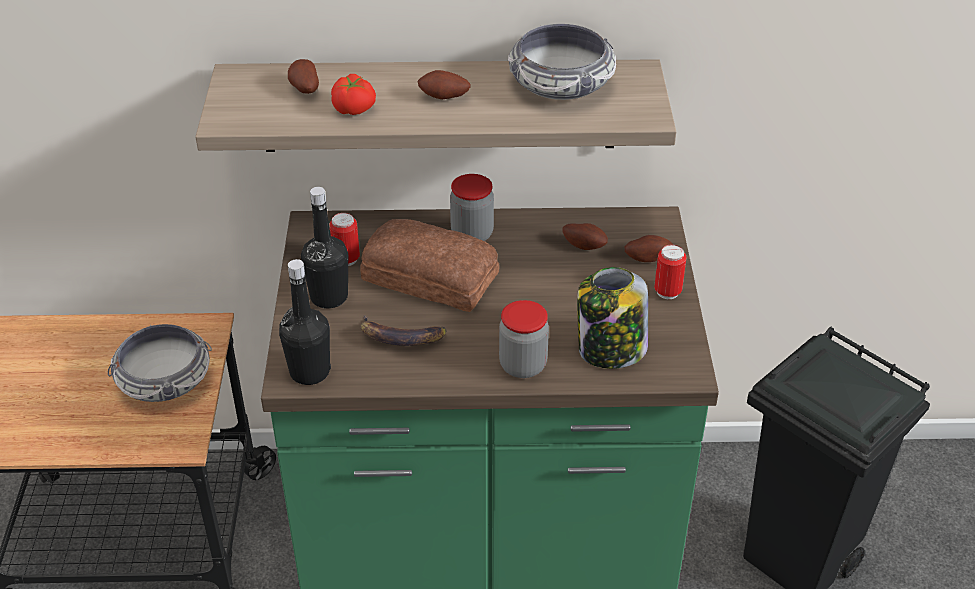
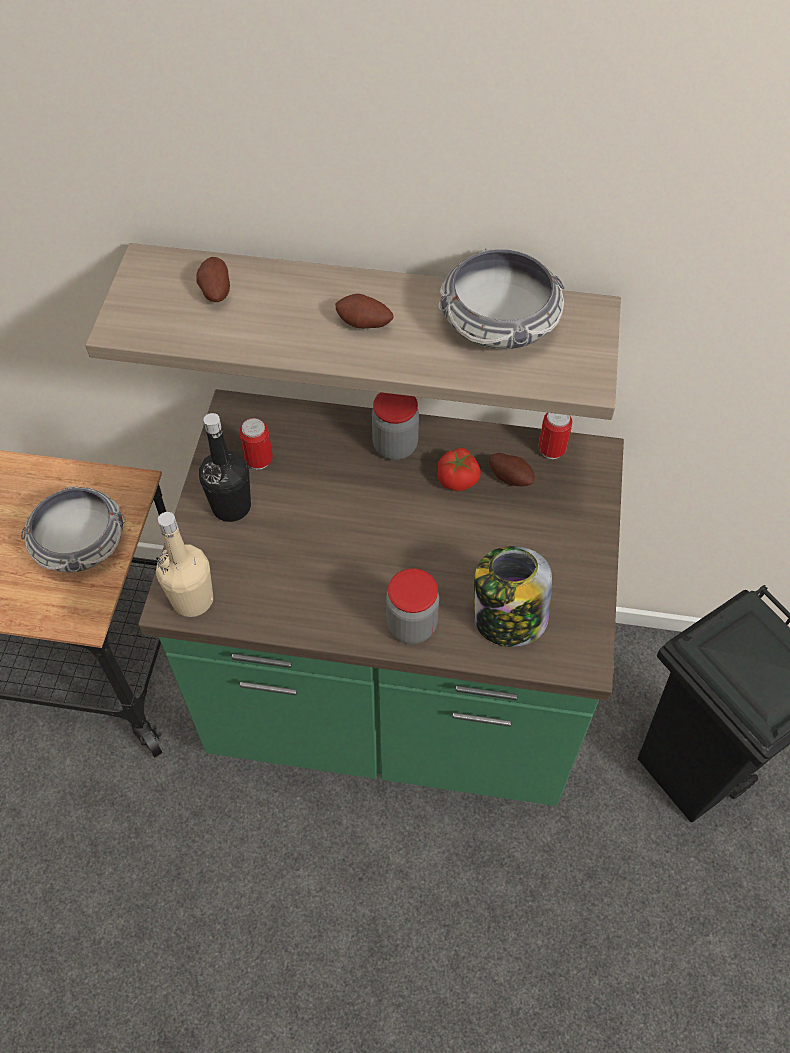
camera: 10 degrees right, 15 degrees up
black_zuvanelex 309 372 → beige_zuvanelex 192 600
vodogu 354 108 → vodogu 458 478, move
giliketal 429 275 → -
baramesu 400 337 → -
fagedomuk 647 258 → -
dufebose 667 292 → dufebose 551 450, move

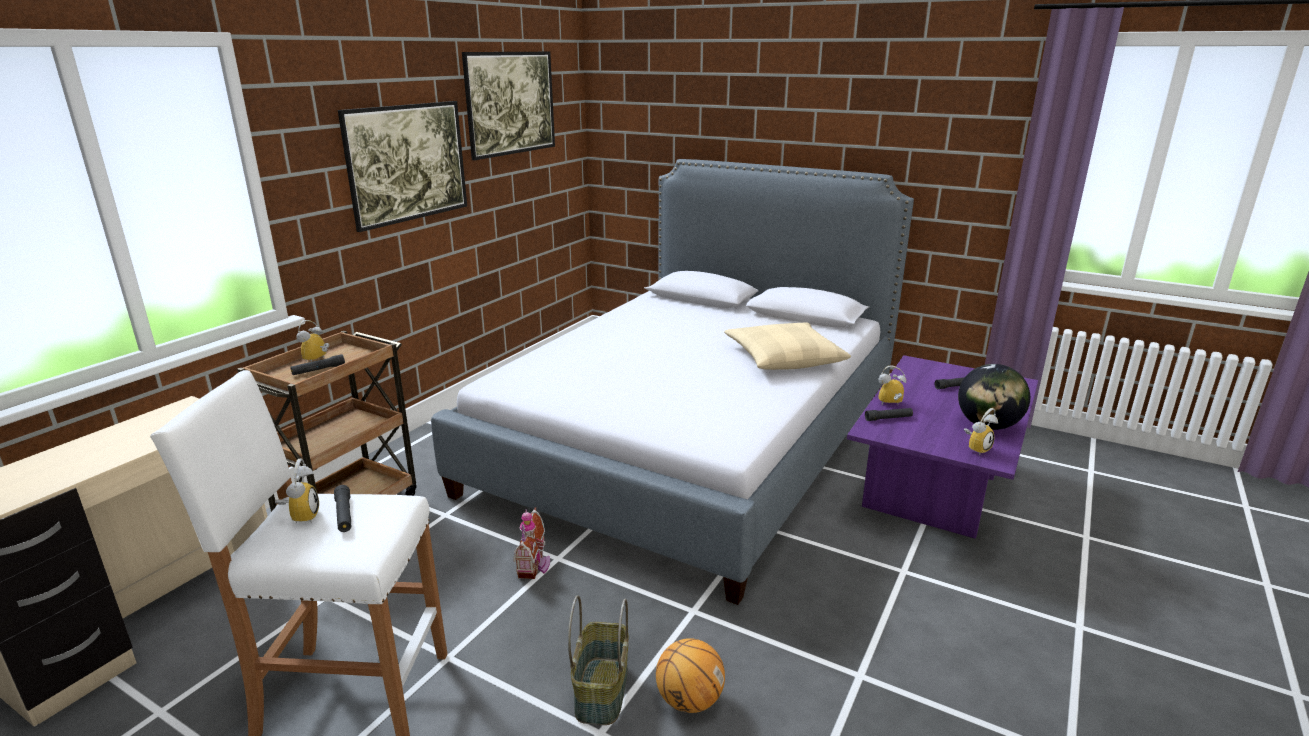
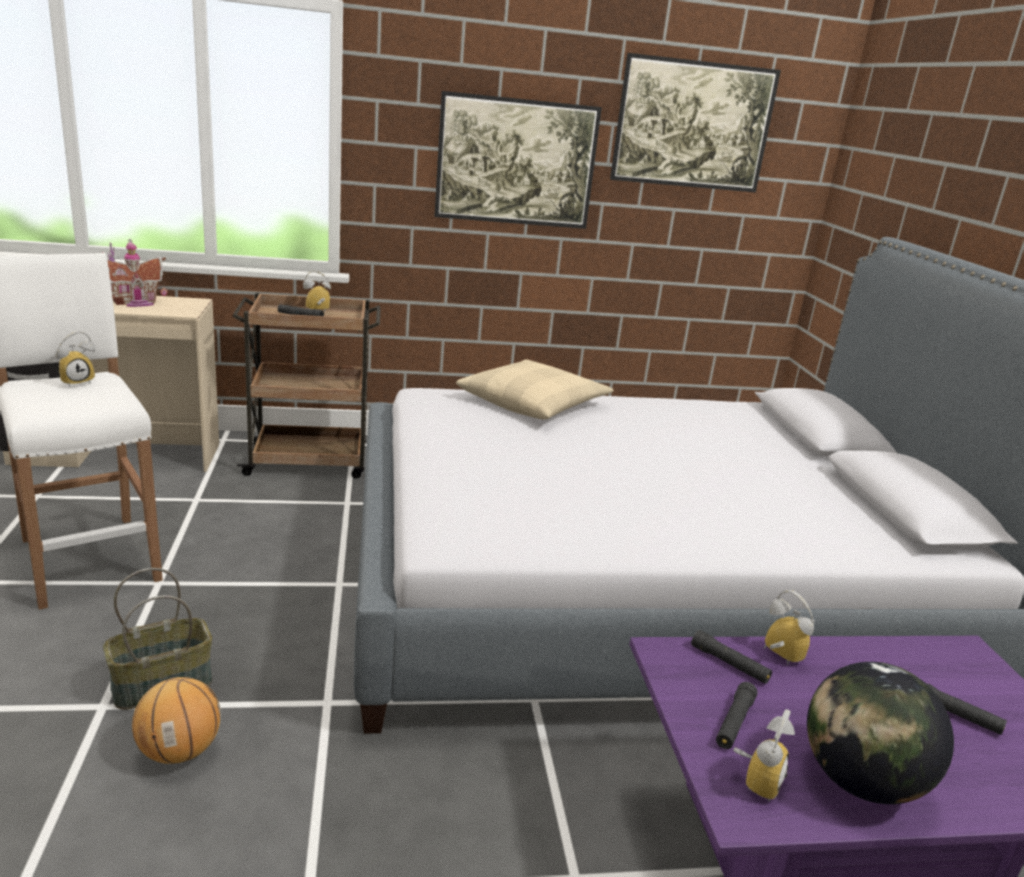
camera: 50 degrees right, 0 degrees up
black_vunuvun 344 514 → black_vunuvun 734 722, move
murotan 535 566 → murotan 136 303, move
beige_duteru 784 357 → beige_duteru 533 403, move
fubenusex 976 448 → fubenusex 755 780, 75 degrees counterclockwise

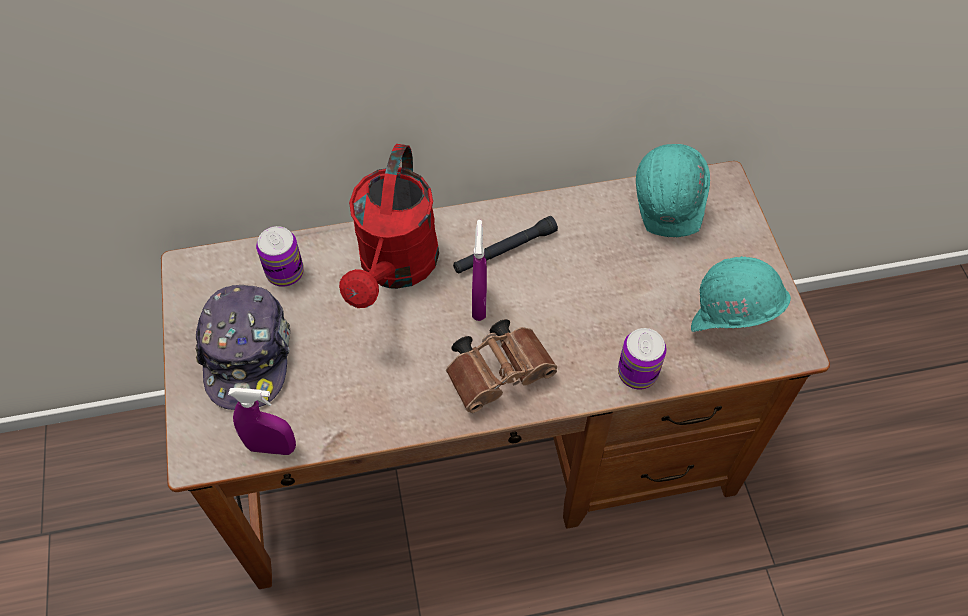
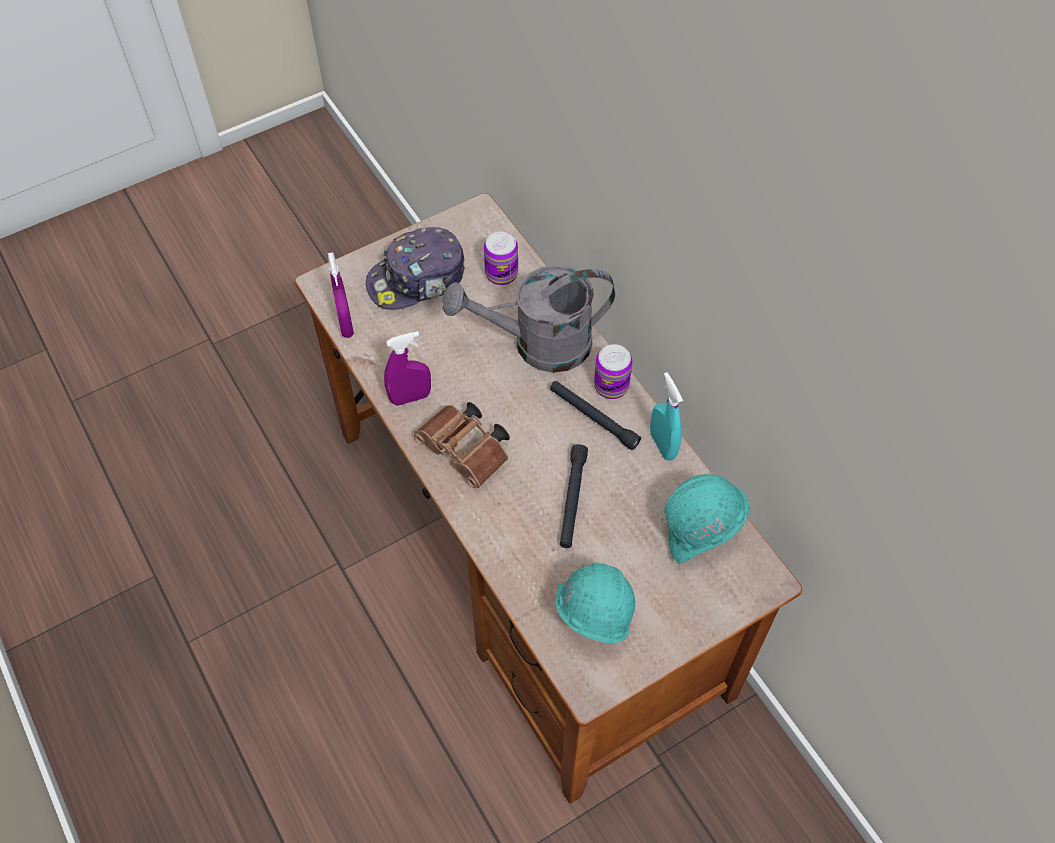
camera: 70 degrees right, 0 degrees up
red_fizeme 395 268 → grey_fizeme 538 345
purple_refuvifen 479 303 → purple_refuvifen 410 397, move
dufebose 637 373 → dufebose 611 386, move
- → black_vunuvun 572 500
- → turquoise_refuvifen 662 445

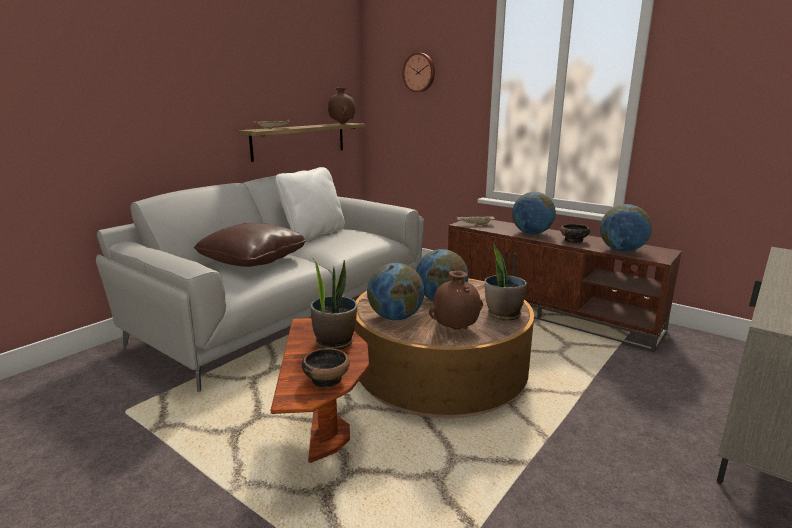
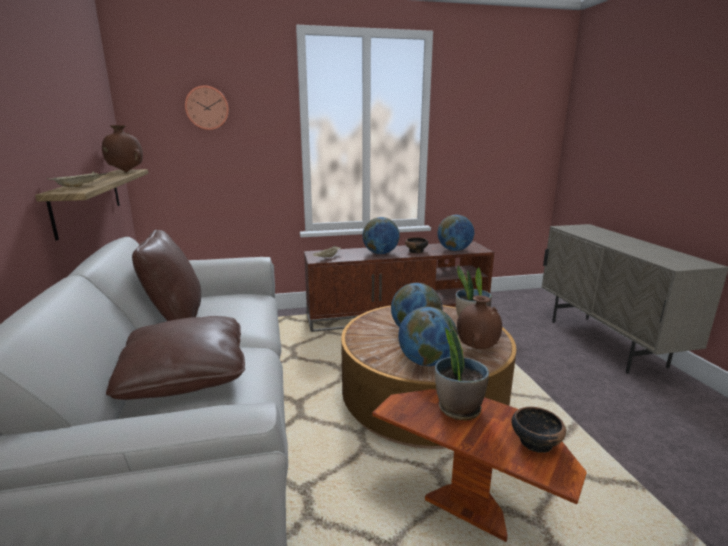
camera: 50 degrees left, 0 degrees up
white_duteru 313 234 → brown_duteru 176 317

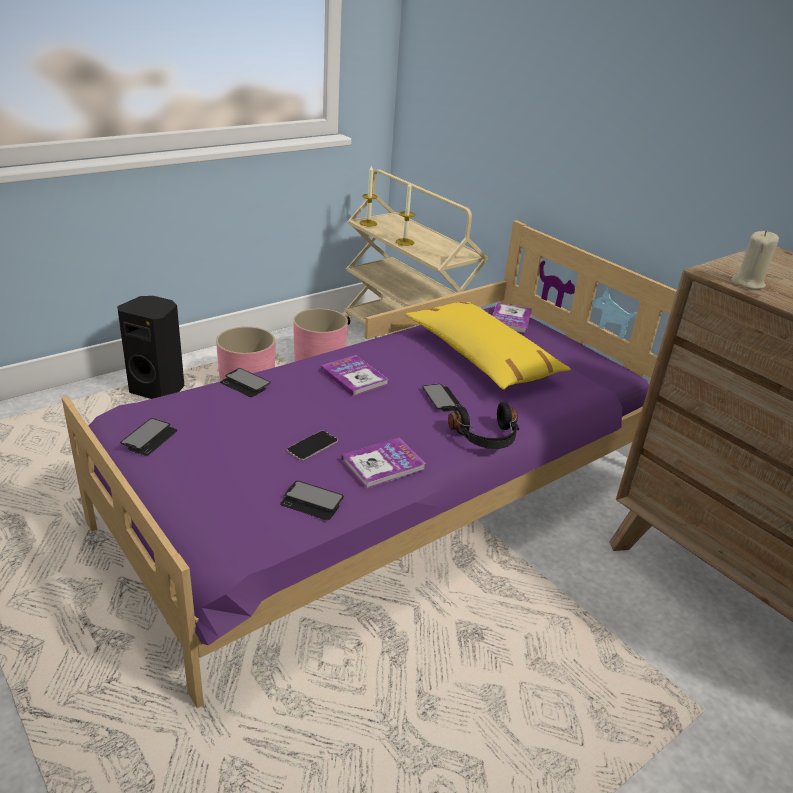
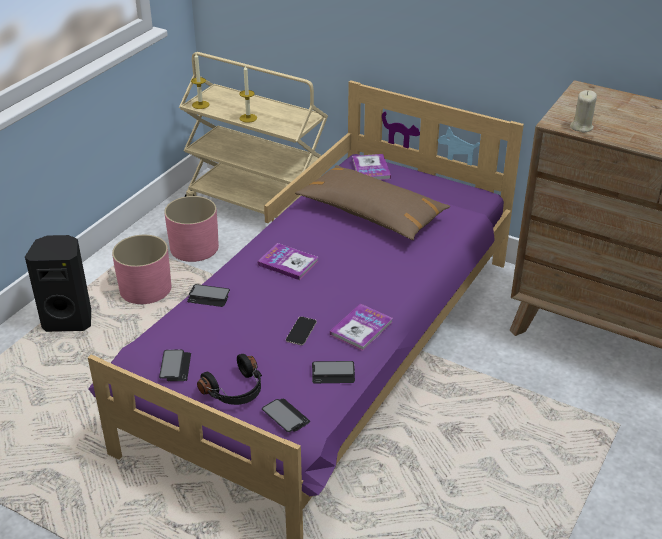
camera: 20 degrees left, 5 degrees up
yellow_duteru 481 357 → brown_duteru 371 213
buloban 442 399 → buloban 285 416, move
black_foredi 486 438 → black_foredi 236 391, move

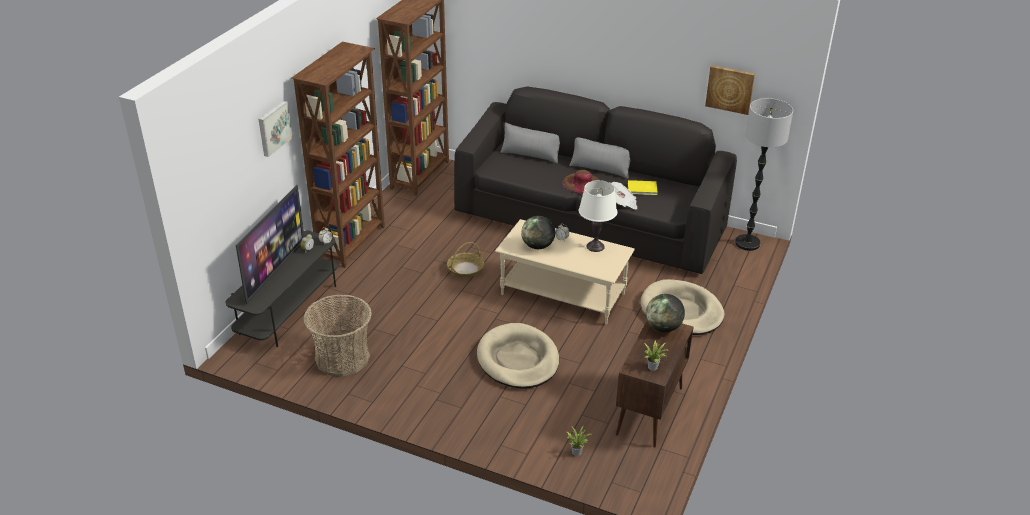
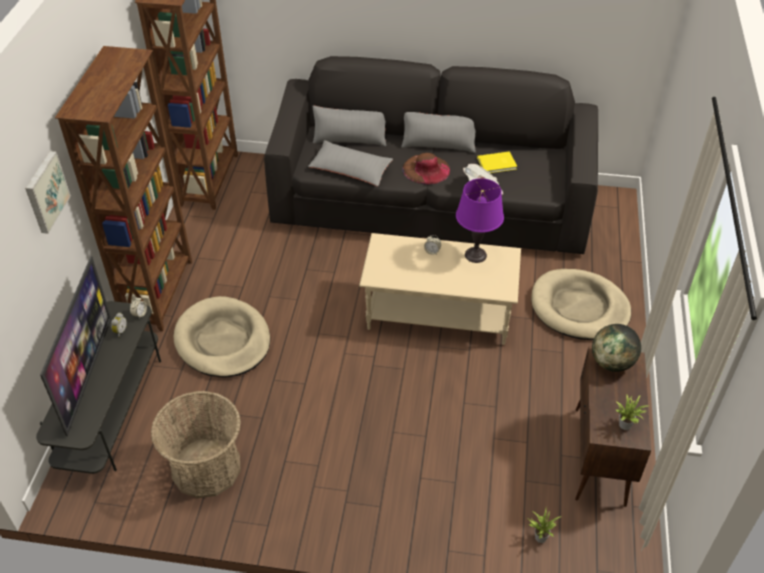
camera: 15 degrees left, 10 degrees up
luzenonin 465 269 → -
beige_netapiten 518 360 → beige_netapiten 223 340, move
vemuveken 537 246 → -
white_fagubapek 595 246 → purple_fagubapek 475 255
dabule 730 89 → -
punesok 747 243 → -
- → grey_duteru 350 170

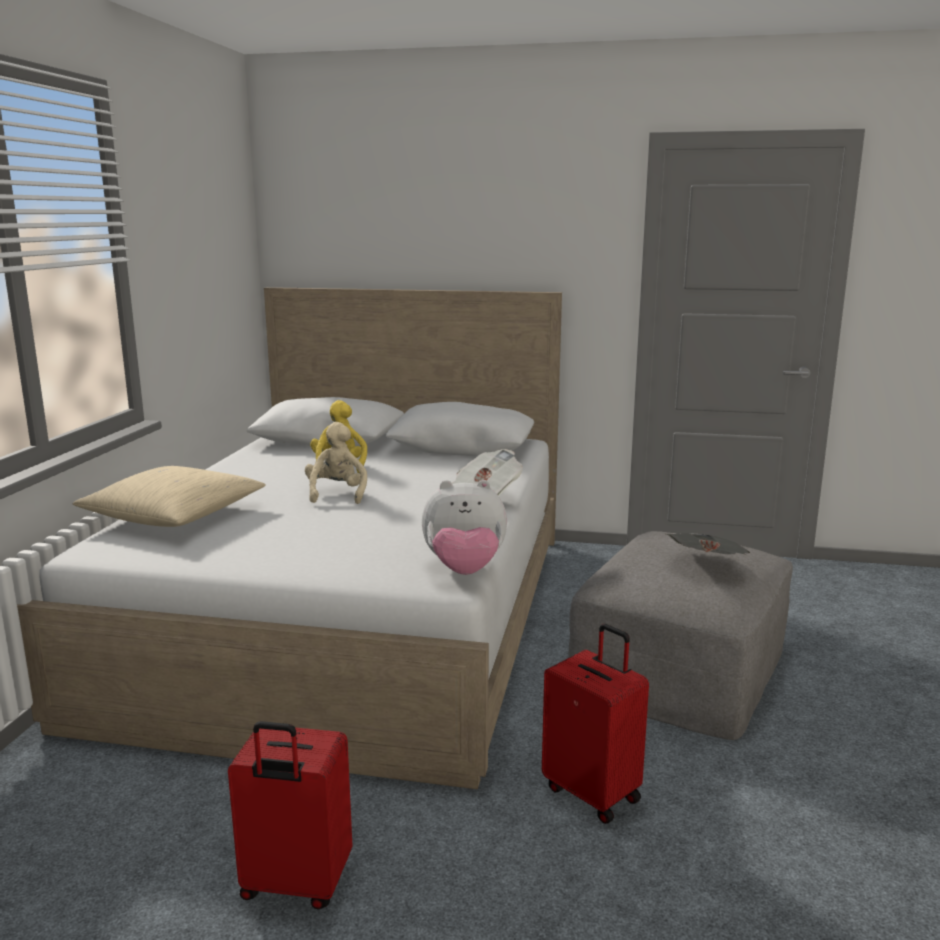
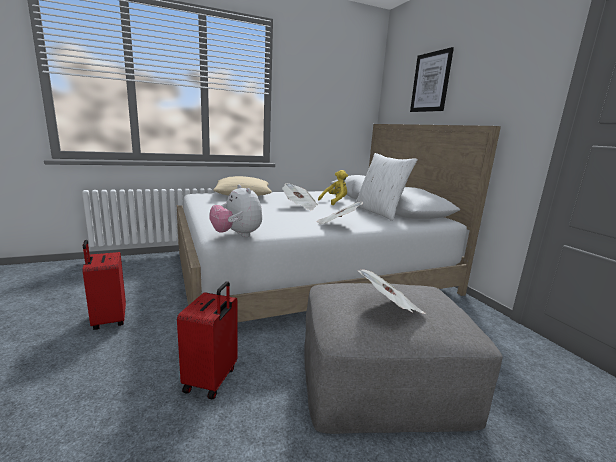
camera: 55 degrees right, 0 degrees up
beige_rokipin 337 494 → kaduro 300 206
- → white_duteru 379 212
- → dabule 431 82

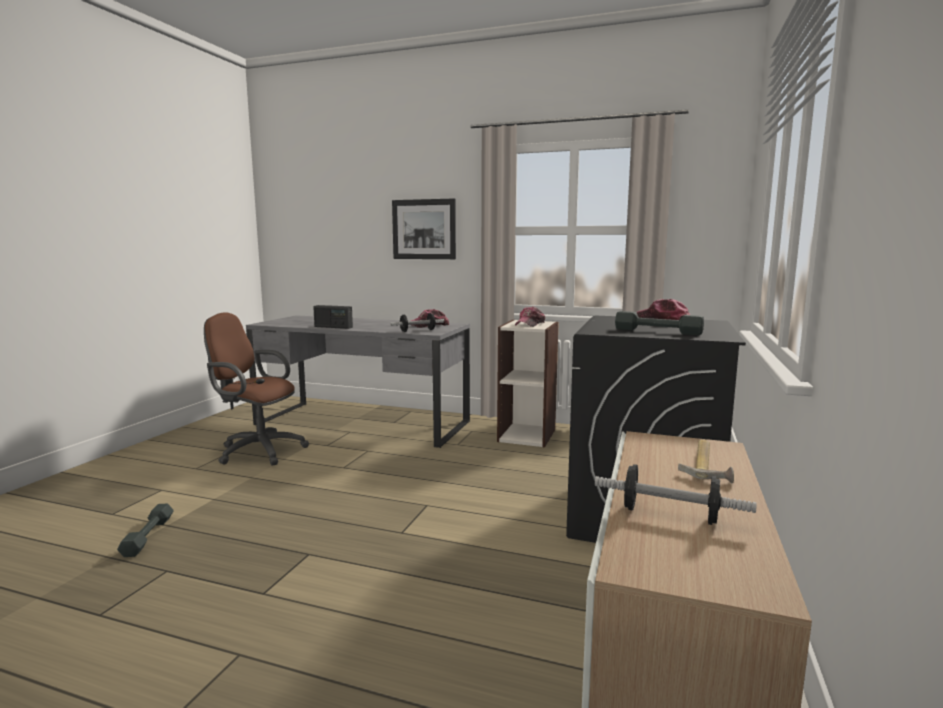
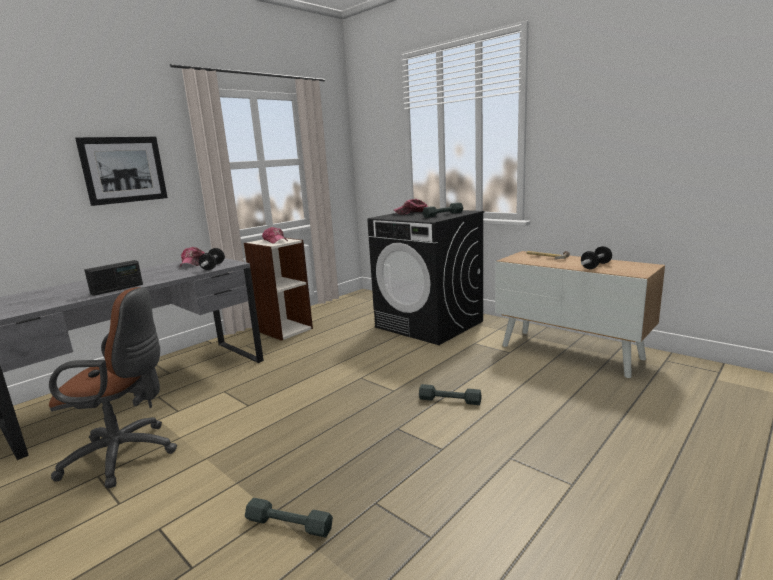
camera: 65 degrees left, 5 degrees up
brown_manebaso 257 451 → brown_manebaso 127 455, 135 degrees counterclockwise
- → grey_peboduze 450 400

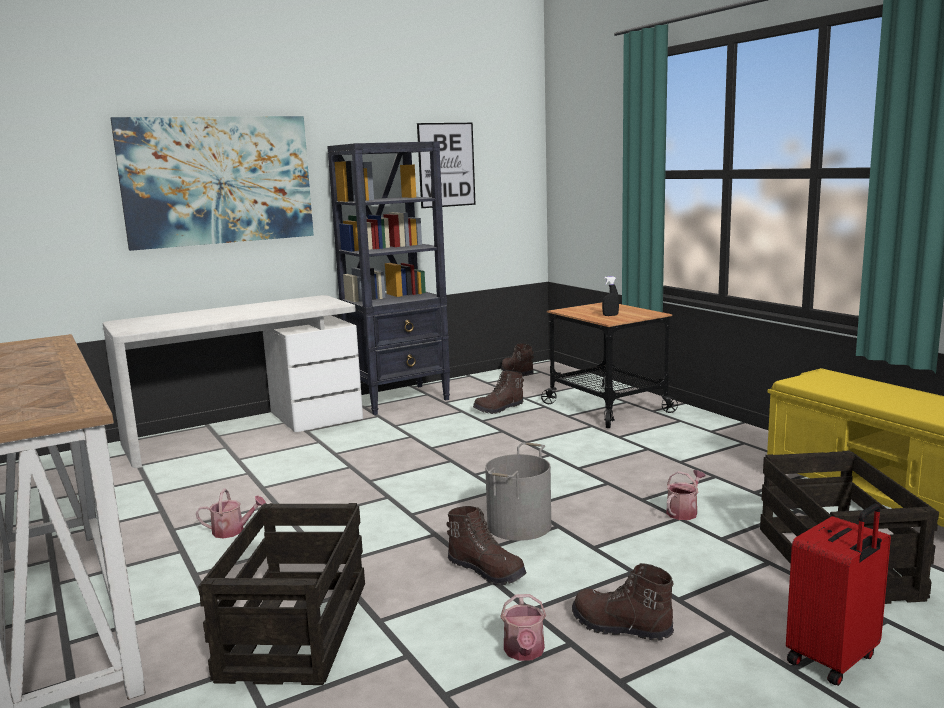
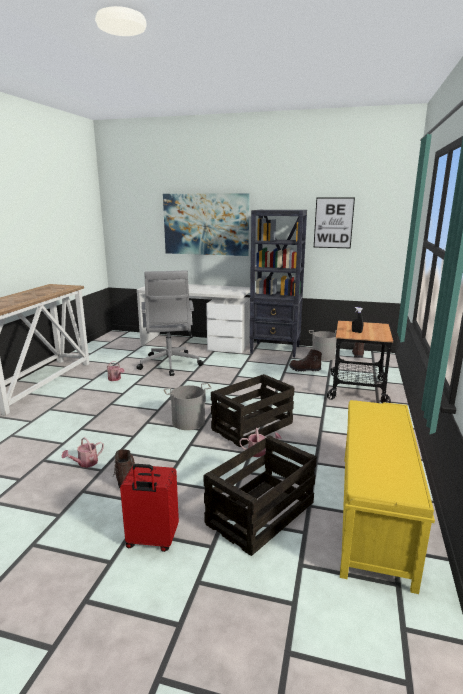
camera: 45 degrees right, 5 degrees up
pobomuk 295 629 → pobomuk 252 426, move
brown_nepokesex 487 571 → -
- → grey_manebaso 169 365
- → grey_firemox 323 356

